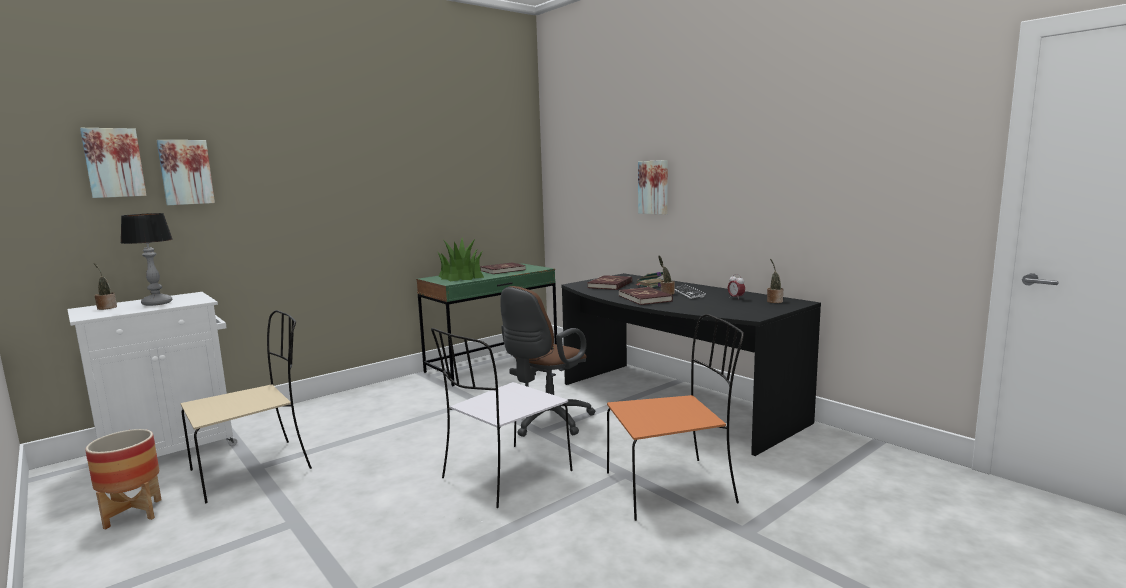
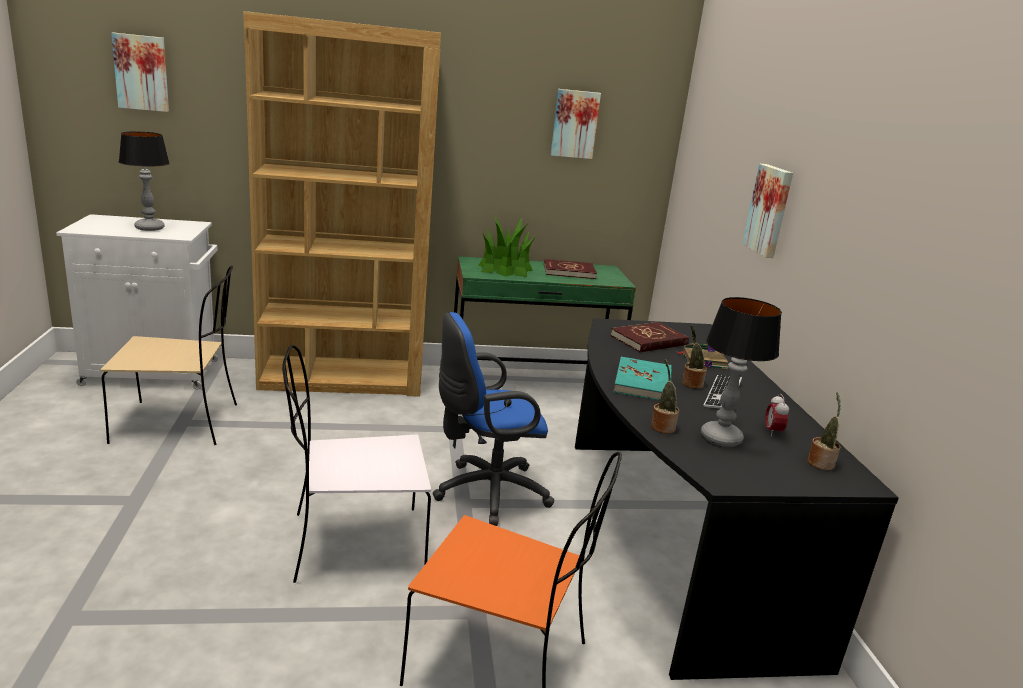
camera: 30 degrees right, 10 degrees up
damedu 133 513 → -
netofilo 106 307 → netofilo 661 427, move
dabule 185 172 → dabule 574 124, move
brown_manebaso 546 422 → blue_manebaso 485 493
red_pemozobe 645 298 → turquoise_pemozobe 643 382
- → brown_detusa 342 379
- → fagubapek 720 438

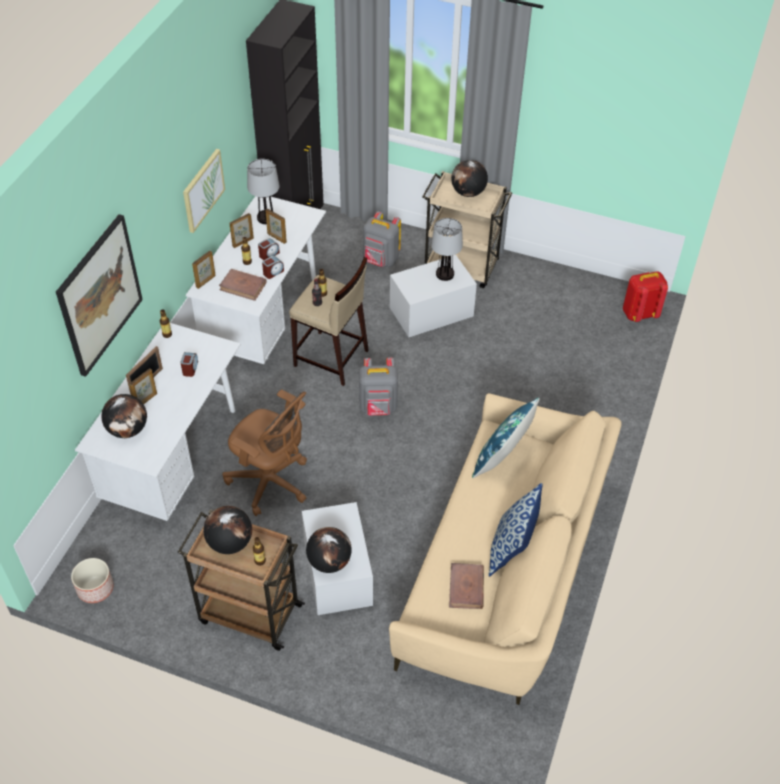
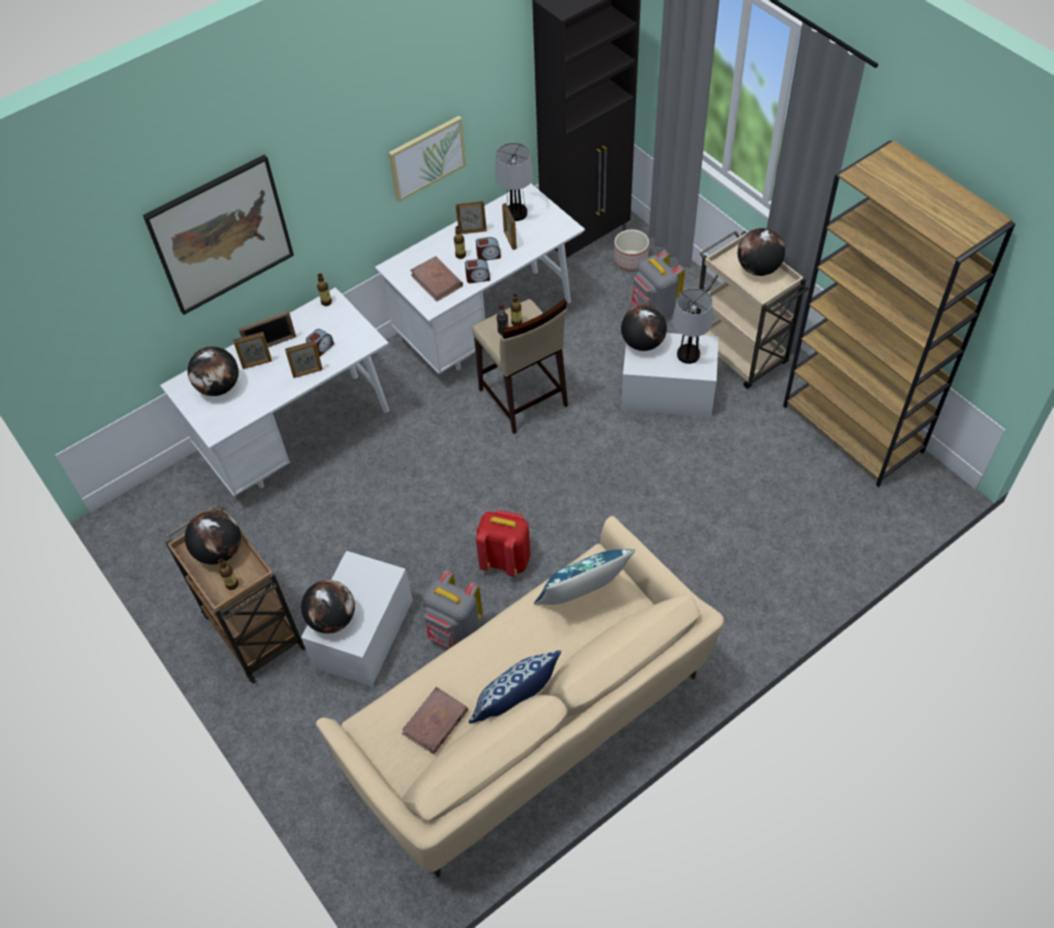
camera: 35 degrees right, 5 degrees up
damedu 95 588 → damedu 630 260, move
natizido 206 281 → natizido 308 372, move
brown_manebaso 271 482 → -
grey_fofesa 378 407 → grey_fofesa 454 630, move
red_fofesa 639 313 → red_fofesa 505 559, move
- → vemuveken 642 343
- → brown_detusa 853 429

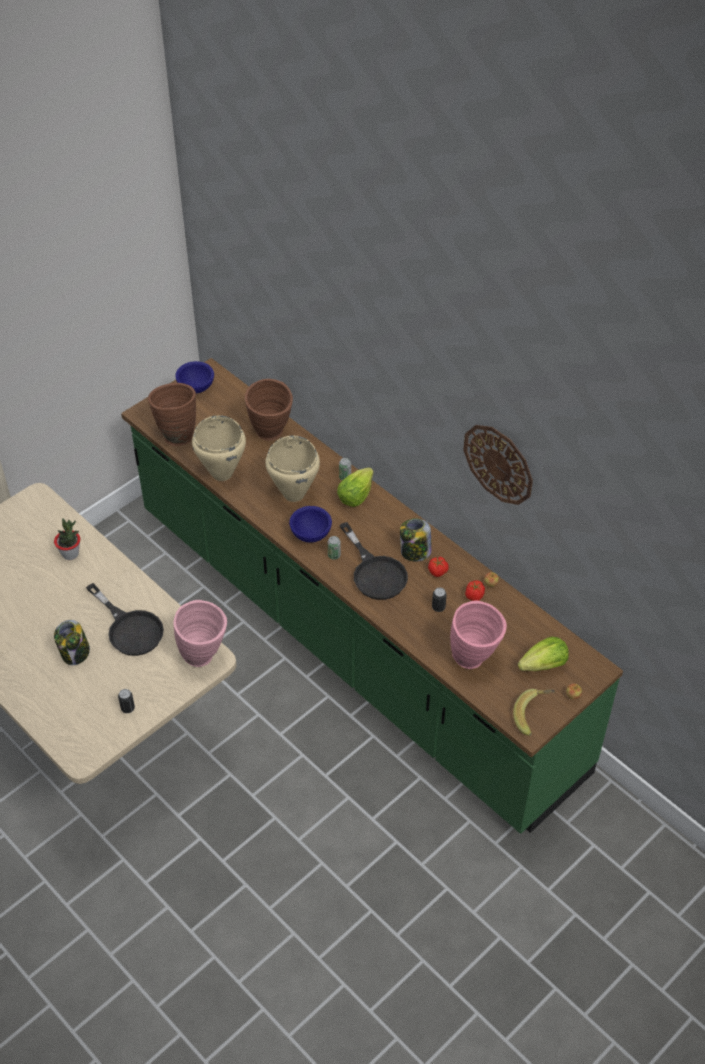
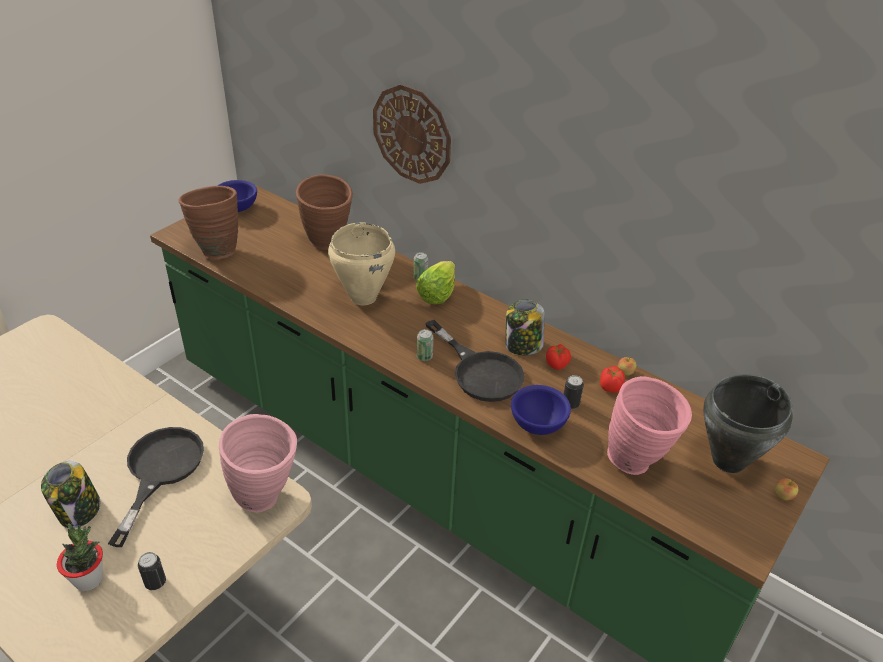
camera: 10 degrees left, 10 degrees down
netofilo 70 554 → netofilo 89 579, move
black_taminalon 130 628 → black_taminalon 160 471, 120 degrees counterclockwise
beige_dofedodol 221 473 → -
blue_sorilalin 311 535 → blue_sorilalin 538 425, move
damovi 498 463 → damovi 412 134, move
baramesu 534 716 → -
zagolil 544 665 → black_dofedodol 729 461

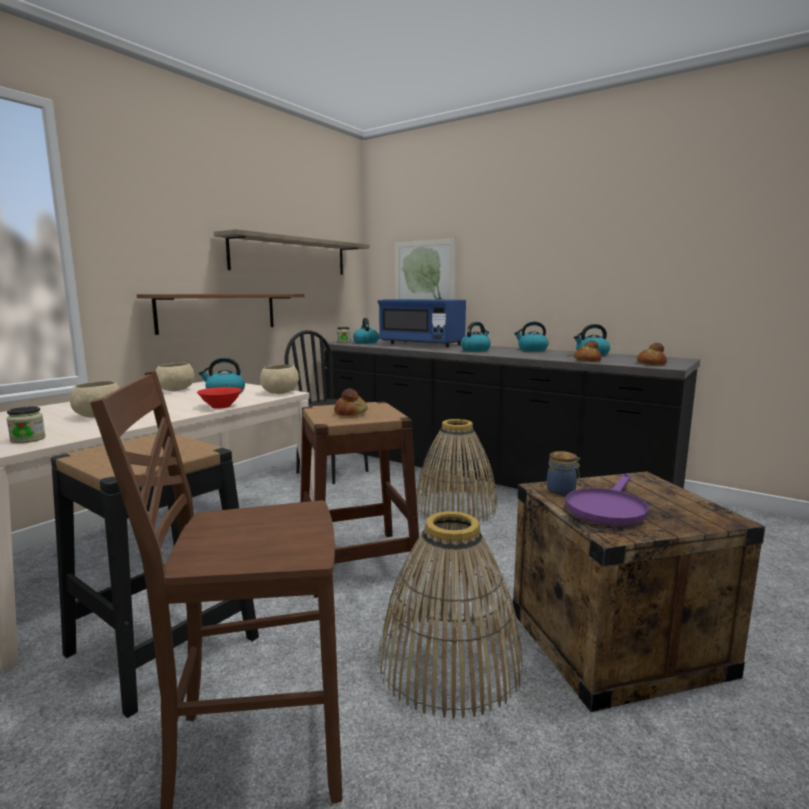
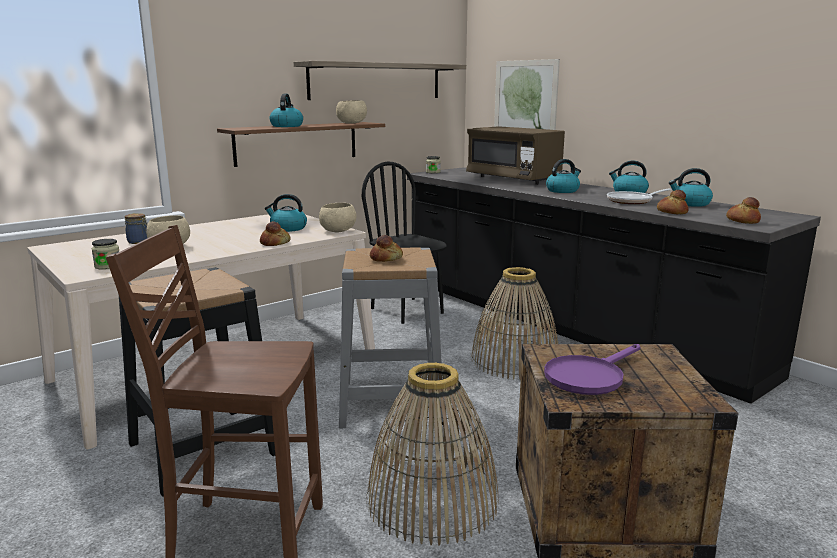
camera: 15 degrees right, 5 degrees up
beige_sorilalin 175 390 → beige_sorilalin 351 123, move
red_sorilalin 221 406 → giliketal 275 243
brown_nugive 357 561 → grey_nugive 391 401
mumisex 365 342 → mumisex 286 126, move
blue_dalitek 421 344 → brown_dalitek 513 179
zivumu 562 491 → zivumu 139 242, move
- → taminalon 633 201

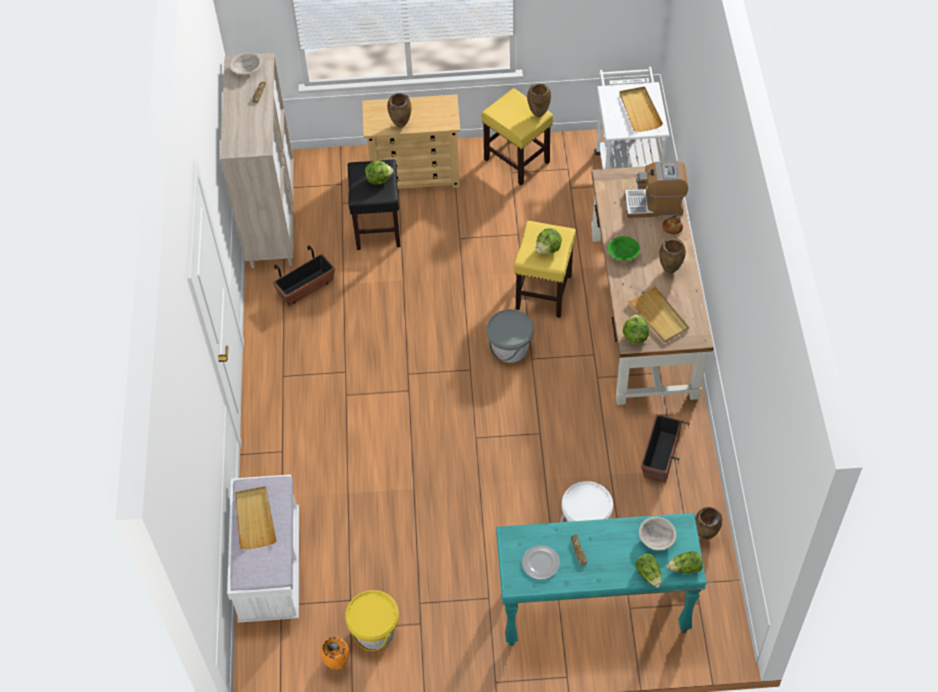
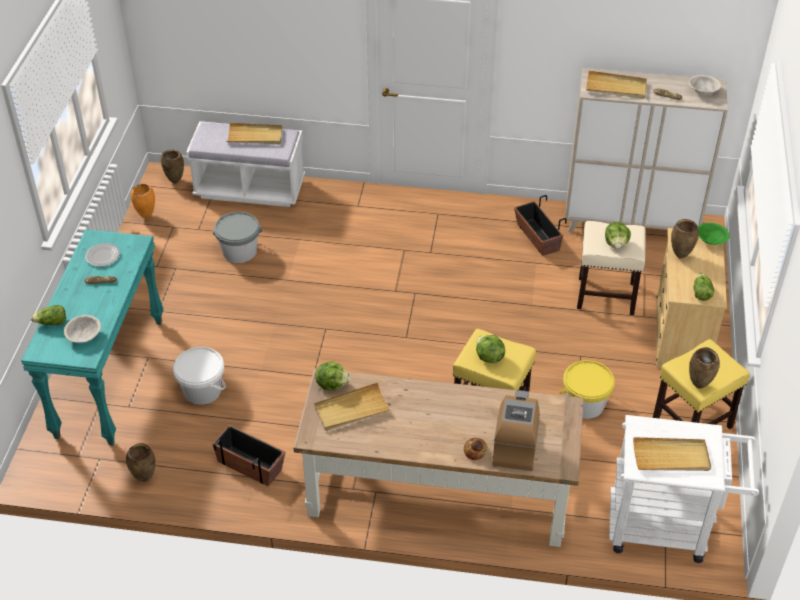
camera: 100 degrees right, 10 degrees down
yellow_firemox 375 631 → yellow_firemox 584 404, move
black_nugive 378 228 → beige_nugive 605 296
grey_firemox 510 348 → grey_firemox 239 251, move
green_sorilalin 623 254 → green_sorilalin 710 240, move
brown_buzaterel 669 270 → brown_buzaterel 175 181, move
zagolil 685 568 → zagolil 701 293, move
- → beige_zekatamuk 616 87

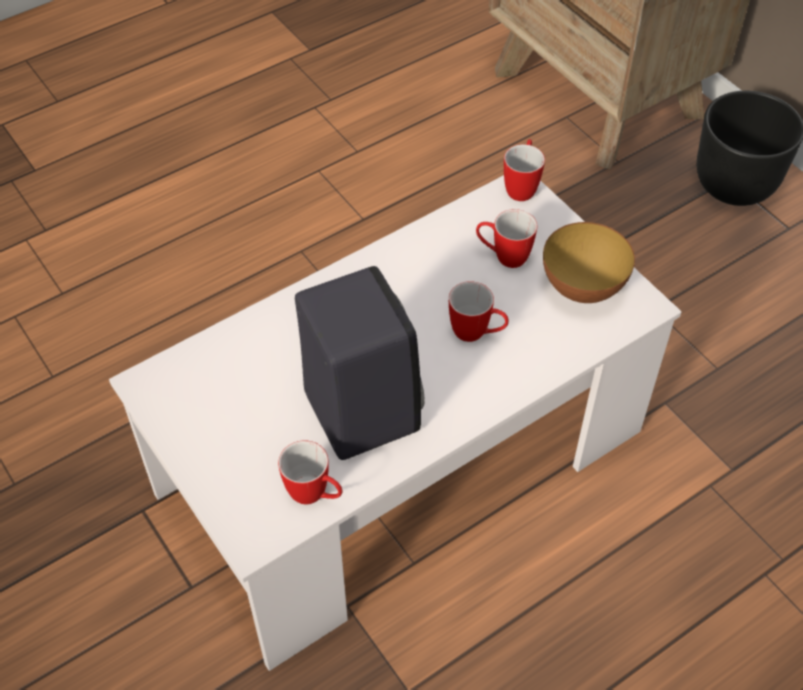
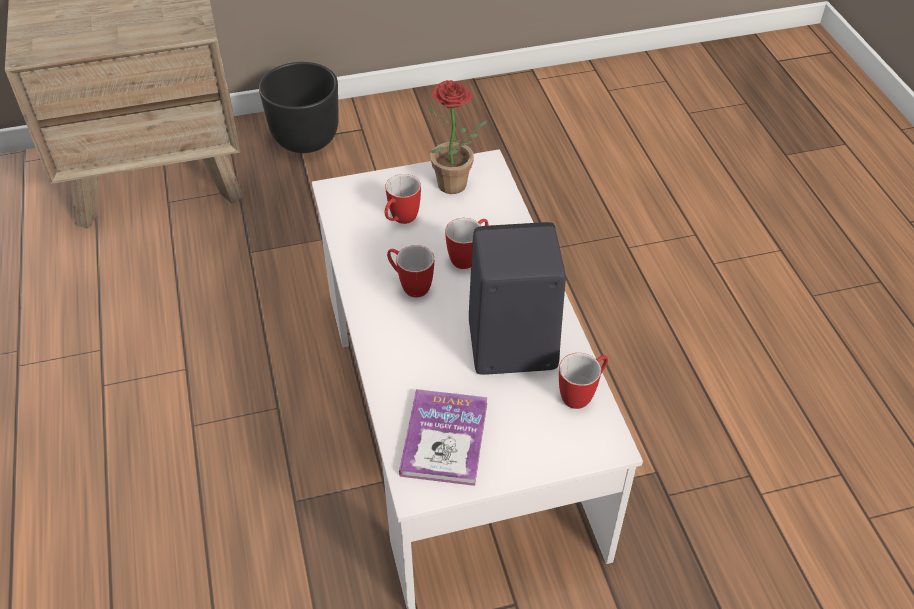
camera: 70 degrees left, 5 degrees down
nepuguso 522 186 → nepuguso 410 285, move
sorilalin 582 288 → netofilo 454 189
- → pemozobe 444 438

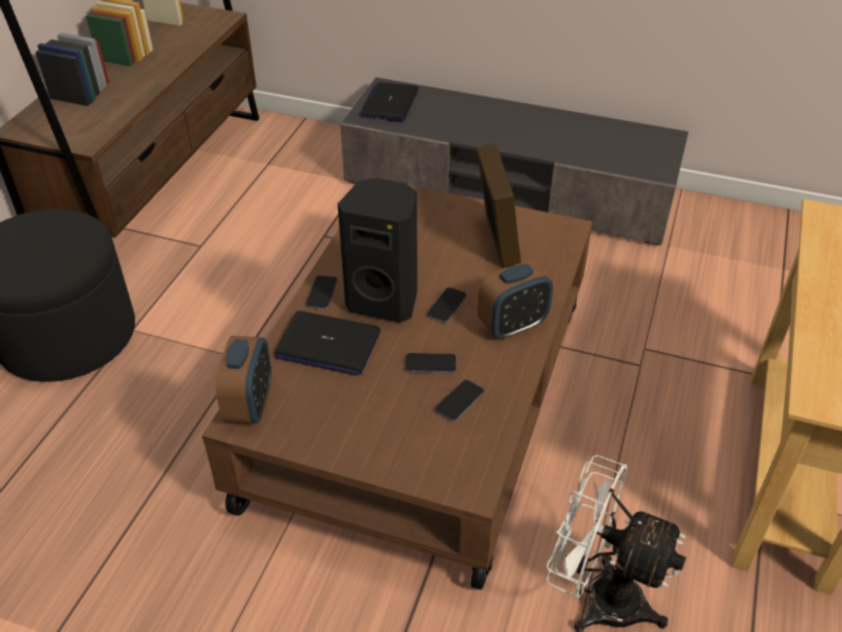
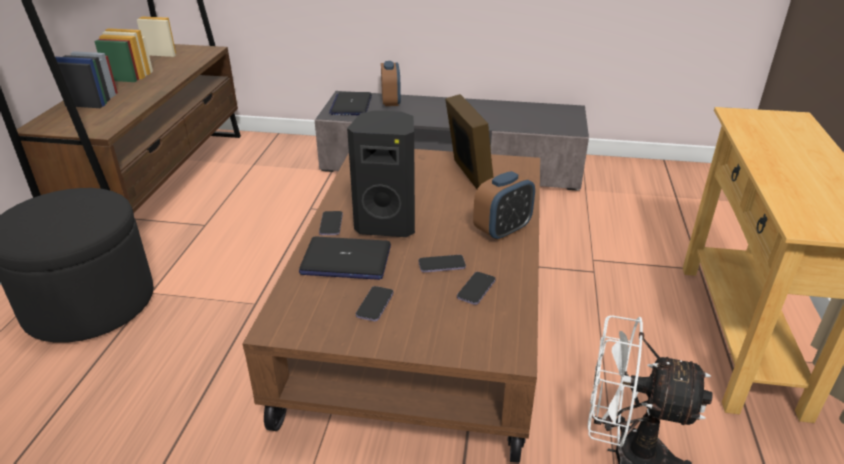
camera: 10 degrees left, 10 degrees down
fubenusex 250 404 → fubenusex 391 102, move
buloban 446 306 → buloban 375 305, move

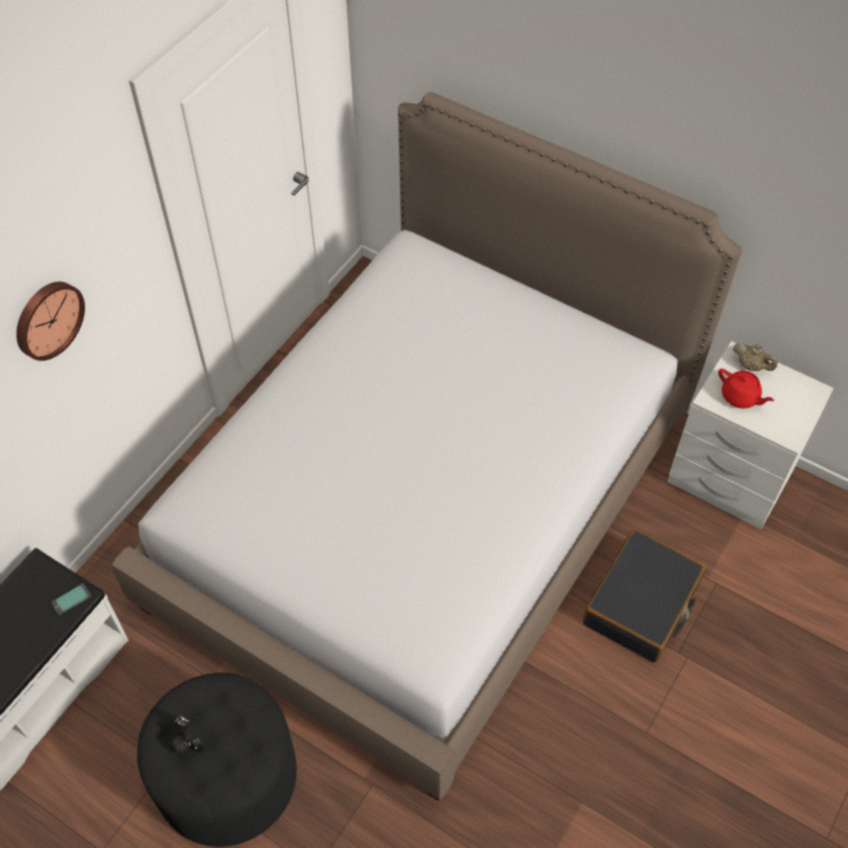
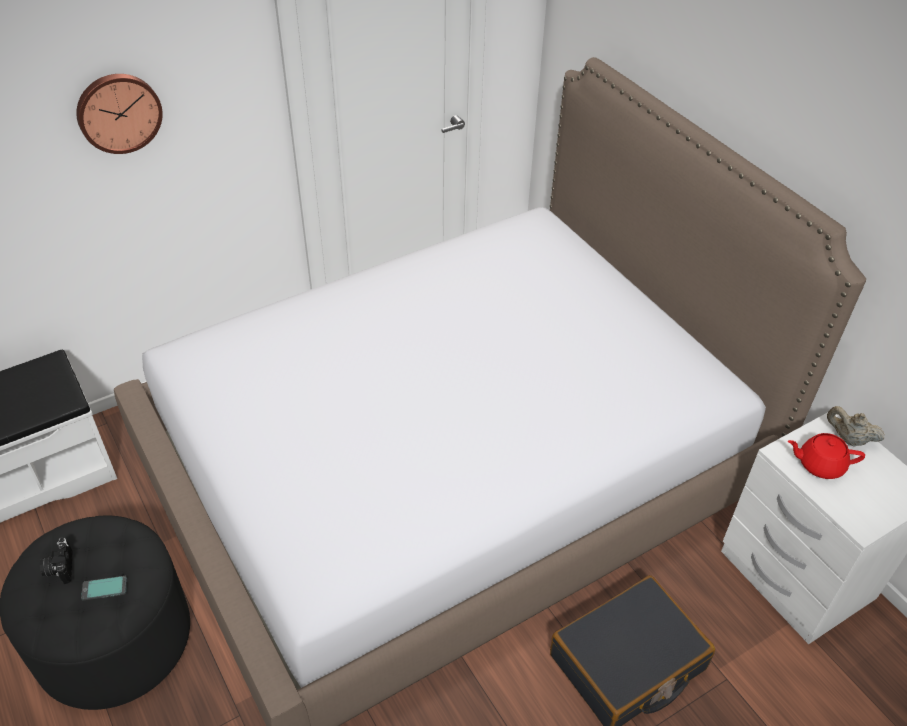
camera: 25 degrees right, 10 degrees down
buloban 71 600 → buloban 104 589, move
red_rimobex 740 397 → red_rimobex 819 464, 120 degrees clockwise
beige_rimobex 751 366 → beige_rimobex 848 439, 150 degrees clockwise

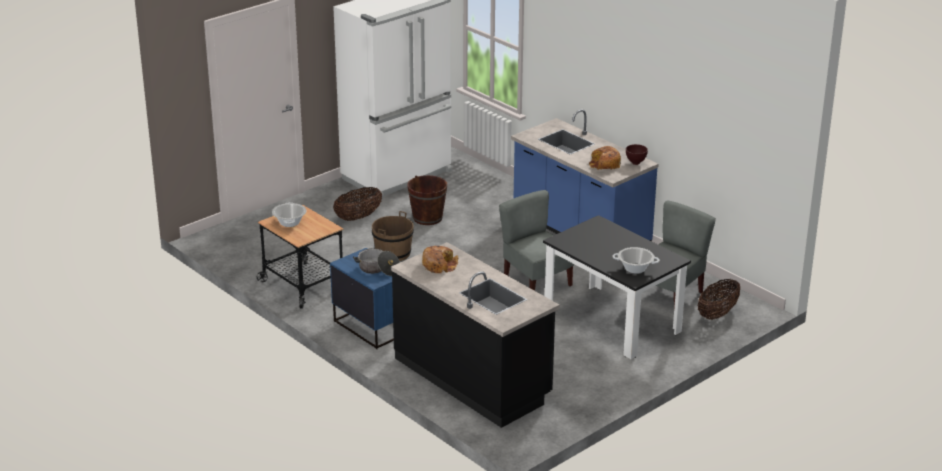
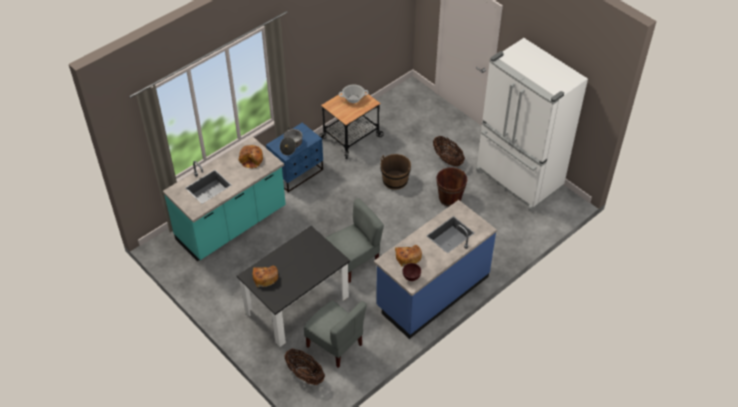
camera: 90 degrees right, 20 degrees up
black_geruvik 473 378 → turquoise_geruvik 232 225
dofedodol 635 268 → giliketal 265 277

